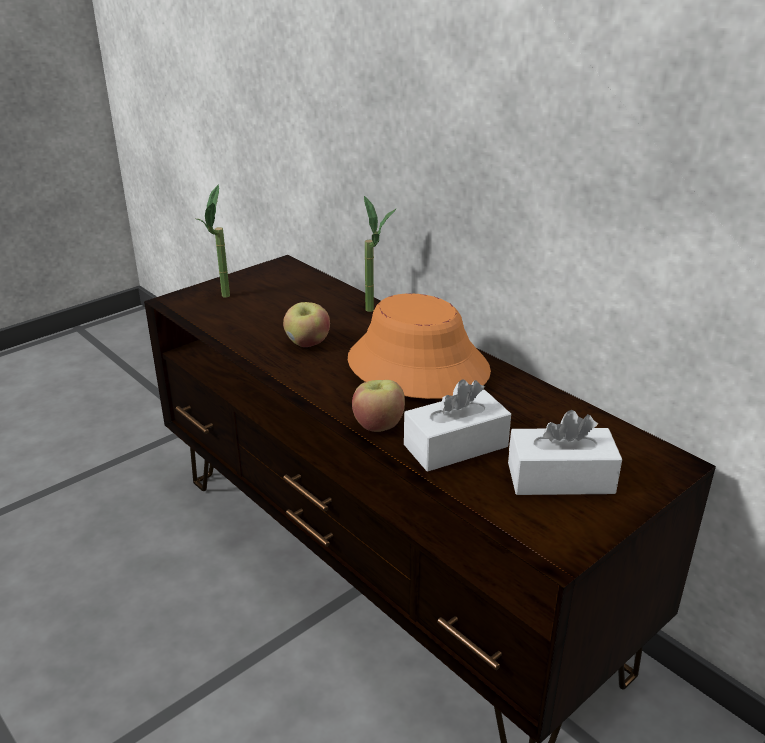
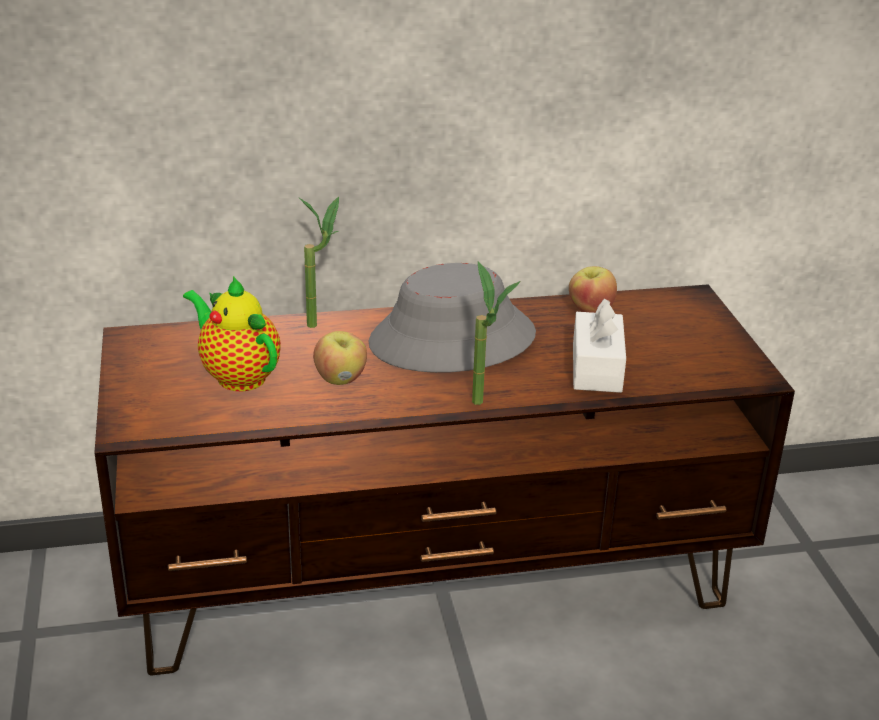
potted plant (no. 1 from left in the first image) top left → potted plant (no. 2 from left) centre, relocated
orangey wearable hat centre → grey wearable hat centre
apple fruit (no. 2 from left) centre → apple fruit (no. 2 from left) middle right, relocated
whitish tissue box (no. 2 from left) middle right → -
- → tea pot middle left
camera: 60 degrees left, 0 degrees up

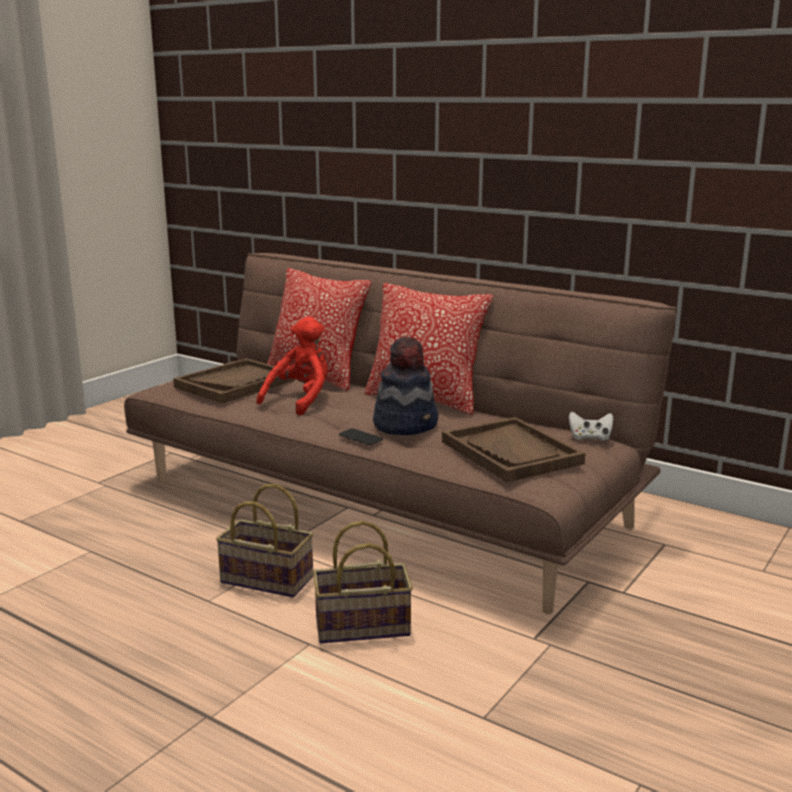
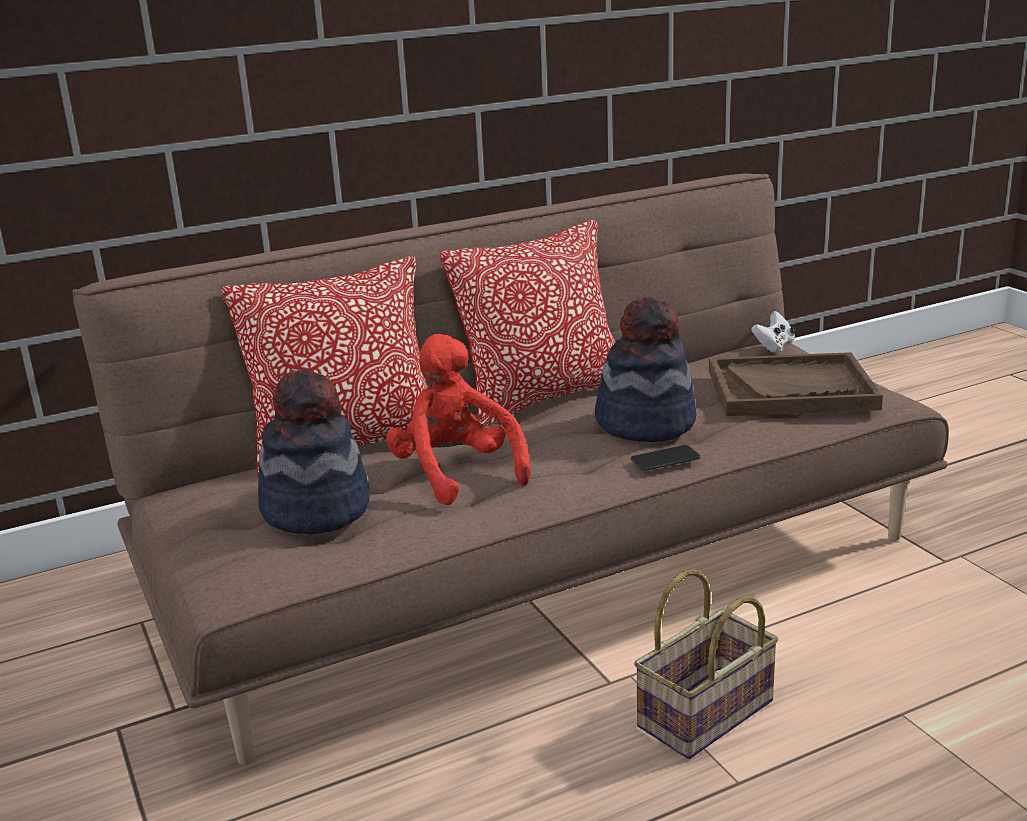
brown carrying tray (no. 1 from left) middle left → wearable hat (no. 1 from left) middle left
storage basket (no. 2 from left) bottom centre → -
camera: 60 degrees left, 5 degrees up

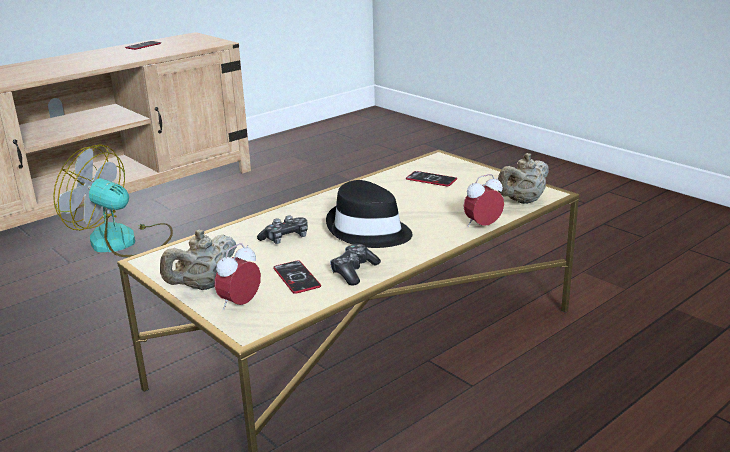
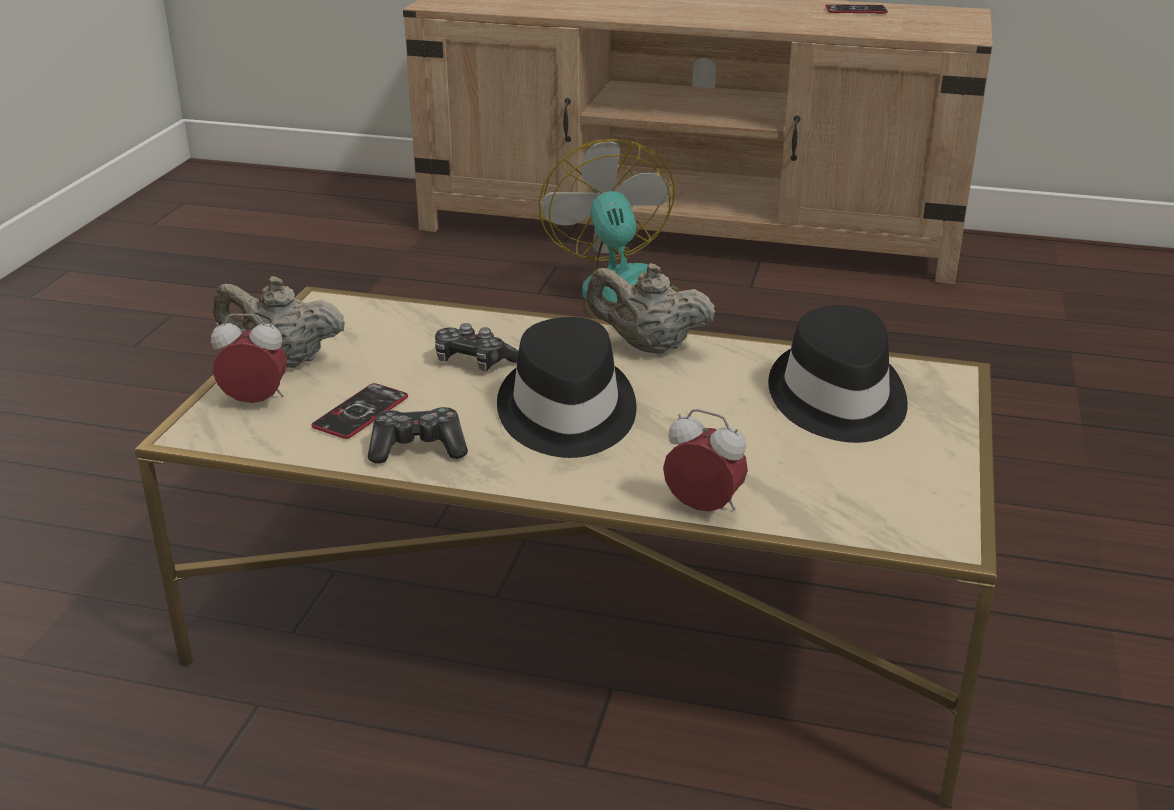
beige tea pot (no. 2 from left) middle right → beige tea pot (no. 2 from left) centre, relocated
handset (no. 3 from left) centre → black wearable hat (no. 2 from left) middle right
camera: 55 degrees right, 5 degrees up

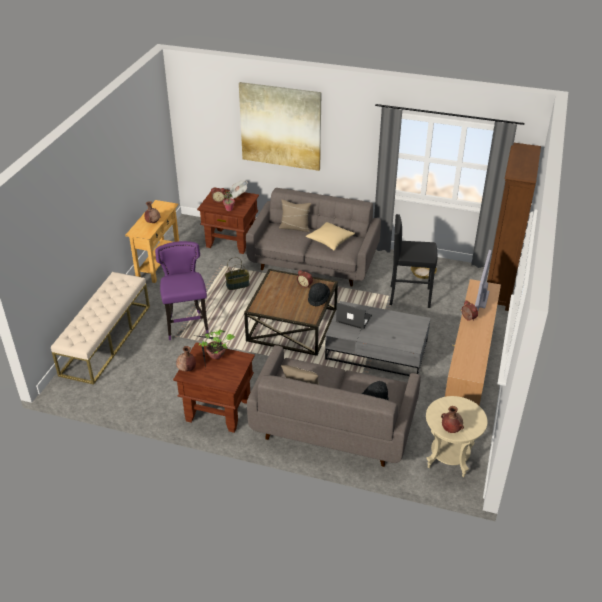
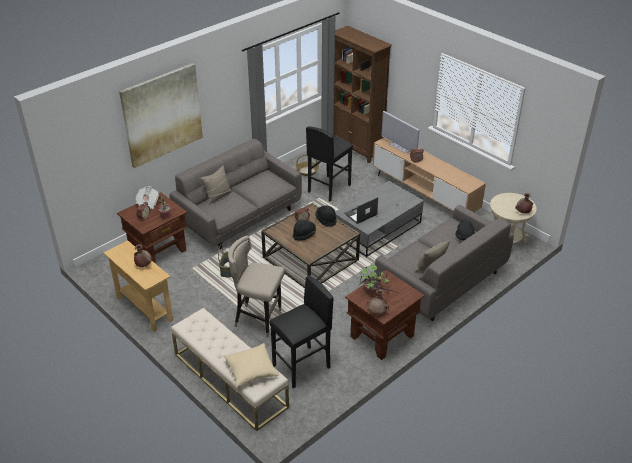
beige throw pillow (no. 3 from left in the first image) centre → beige throw pillow (no. 2 from left) bottom centre, relocated
purplish stool middle left → beige stool centre
- → black wearable hat (no. 1 from left) centre
- → black stool (no. 1 from left) bottom centre
camera: 60 degrees left, 0 degrees up

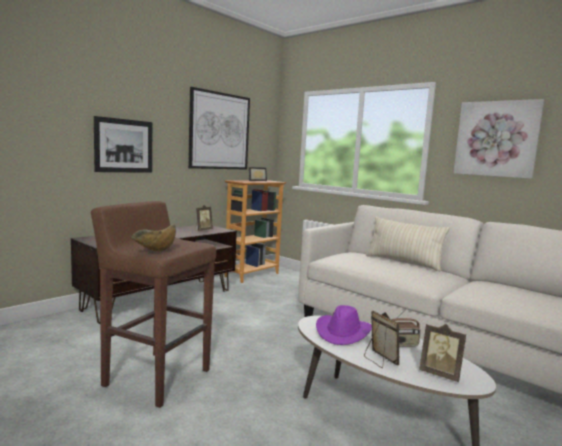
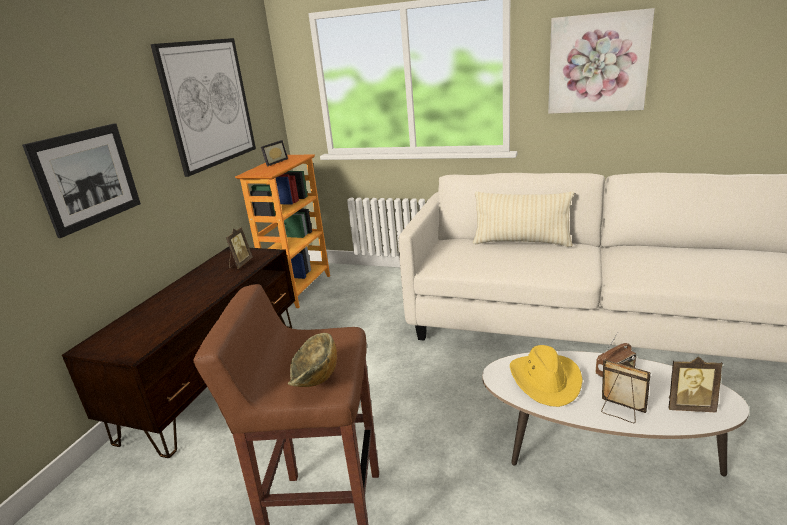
purplish wearable hat bottom centre → yellowish wearable hat bottom right
camera: 20 degrees left, 15 degrees up

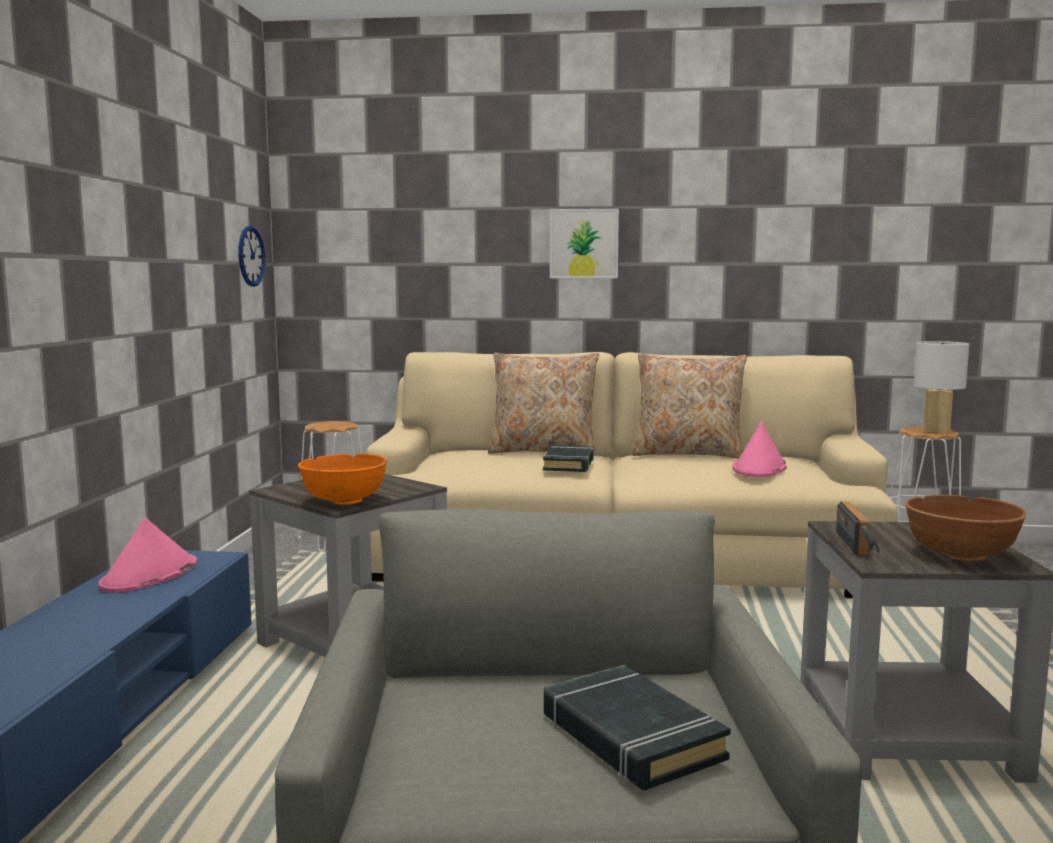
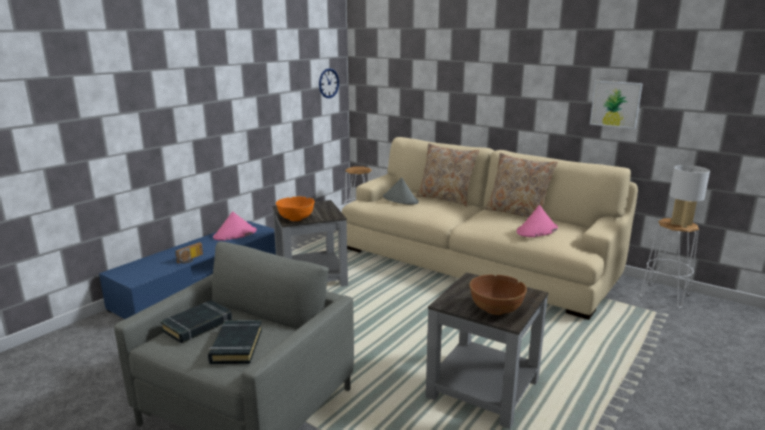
wall art top centre → wall art top right, relocated
black volume (no. 1 from left) centre → black volume (no. 1 from left) bottom left, relocated
radio middle right → radio middle left, relocated
- → grey wearable hat centre
camera: 30 degrees right, 10 degrees up

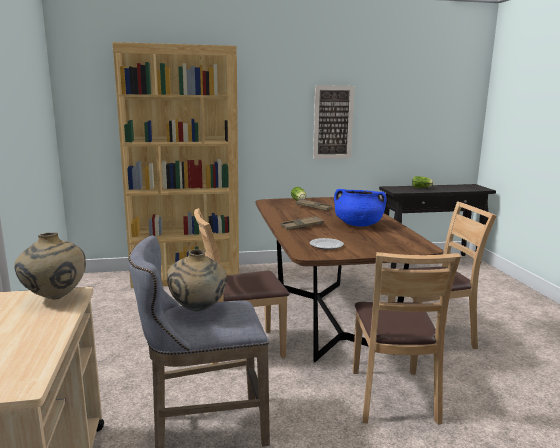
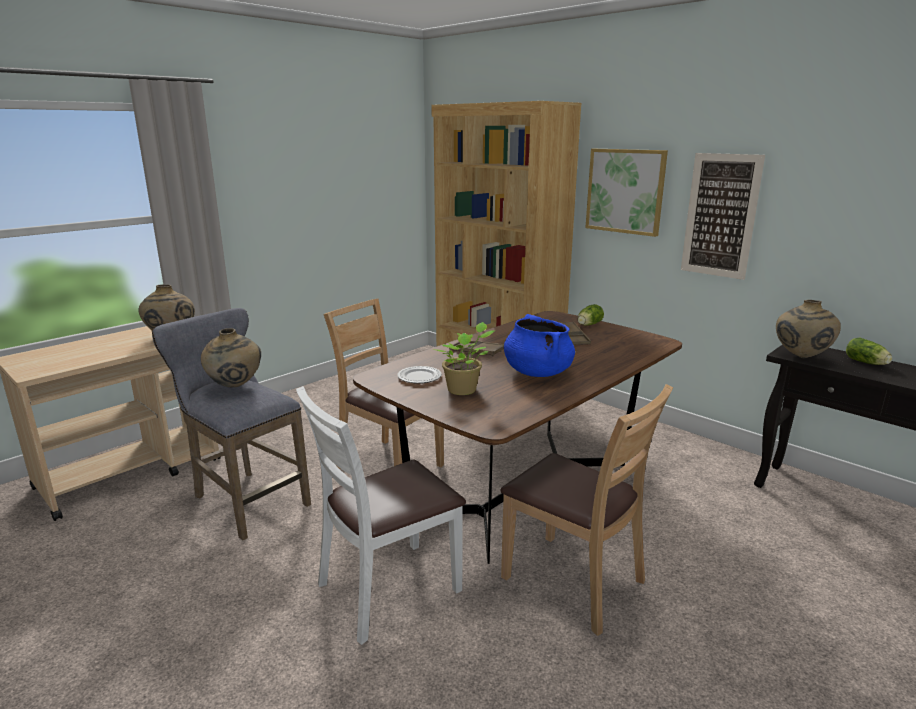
brown chair (no. 2 from left) bottom right → whitish chair bottom centre
- → wall art (no. 1 from left) top right
- → beige vase (no. 3 from left) middle right
- → potted plant centre
camera: 55 degrees right, 5 degrees up

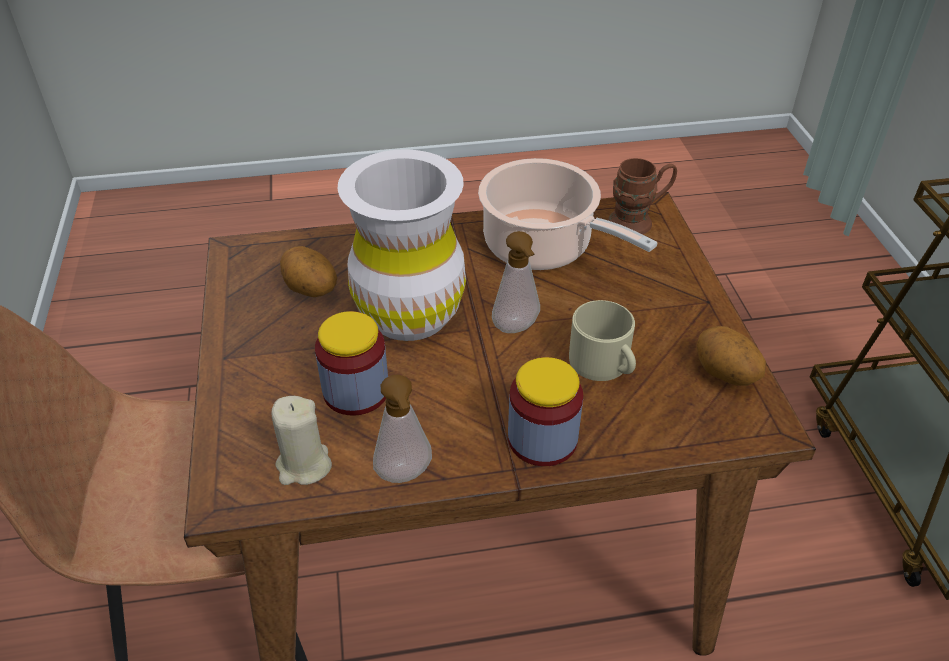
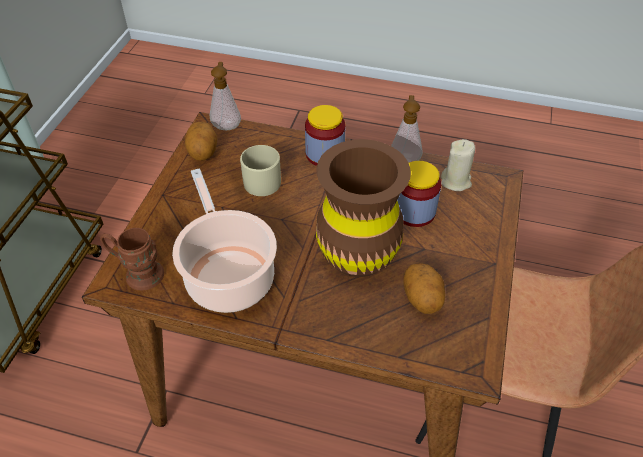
whitish vase centre → brown vase centre
soap bottle (no. 2 from left in the first image) centre → soap bottle (no. 1 from left) top centre, relocated
camera: 155 degrees left, 5 degrees up

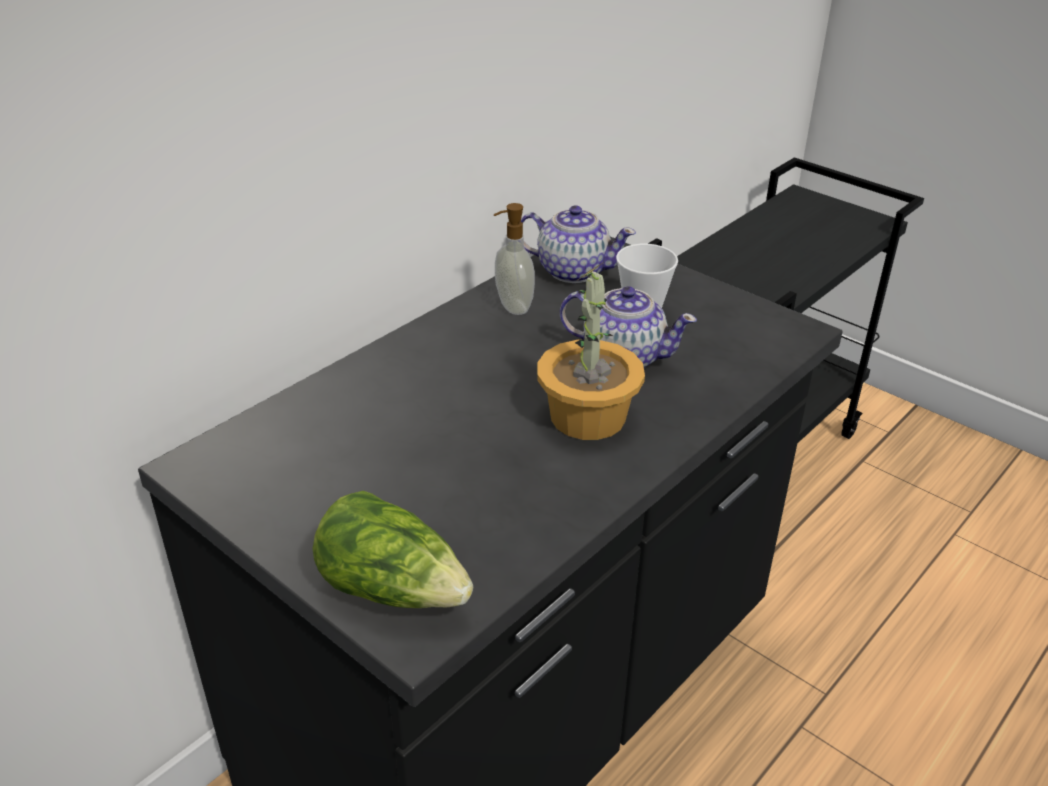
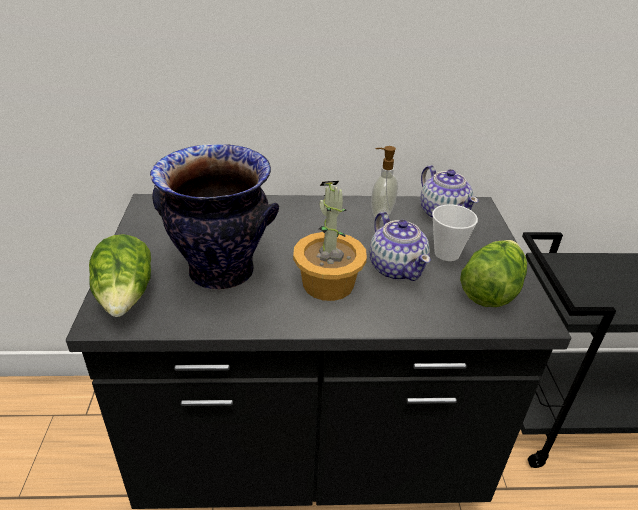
- → vase centre
- → lettuce head (no. 2 from left) middle right
camera: 45 degrees right, 0 degrees up

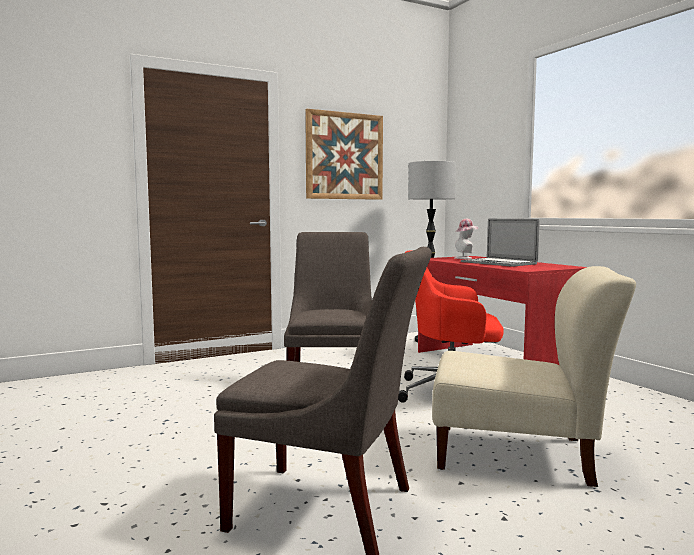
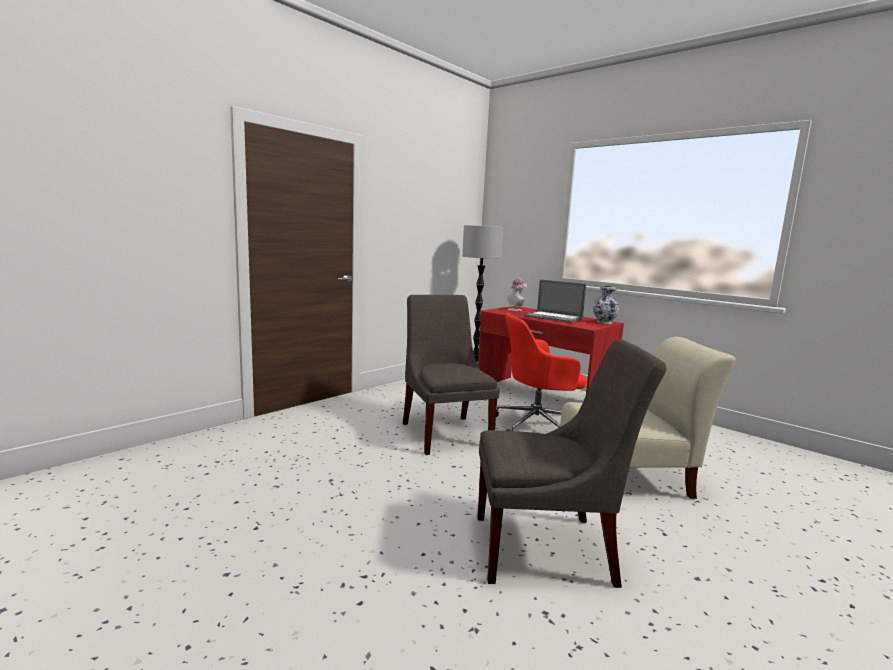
wall art top centre → -
- → vase middle right
camera: 20 degrees left, 5 degrees up

